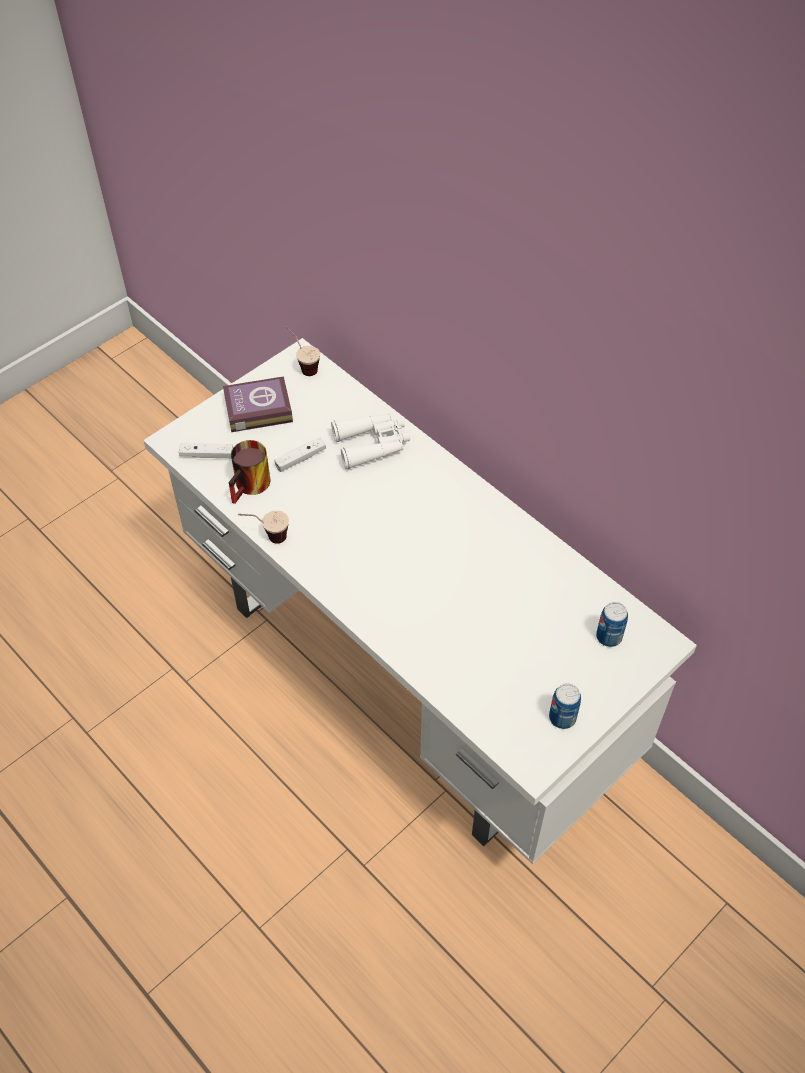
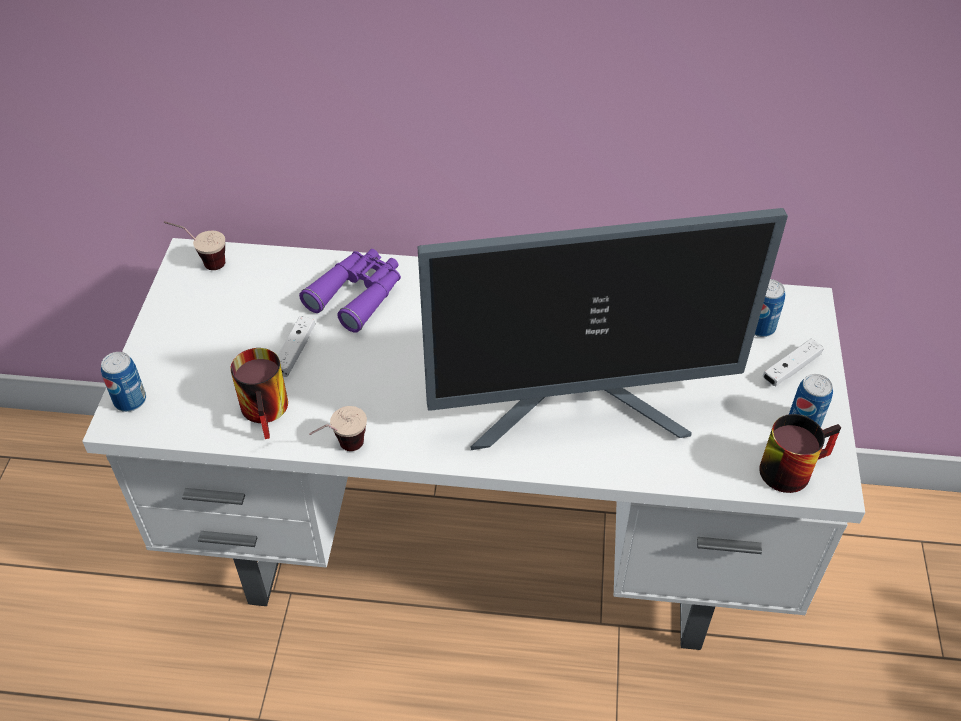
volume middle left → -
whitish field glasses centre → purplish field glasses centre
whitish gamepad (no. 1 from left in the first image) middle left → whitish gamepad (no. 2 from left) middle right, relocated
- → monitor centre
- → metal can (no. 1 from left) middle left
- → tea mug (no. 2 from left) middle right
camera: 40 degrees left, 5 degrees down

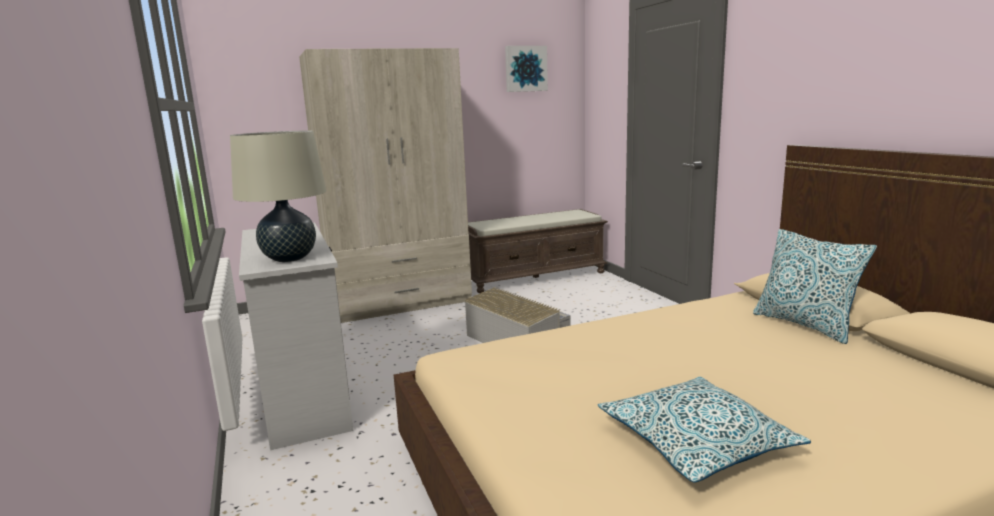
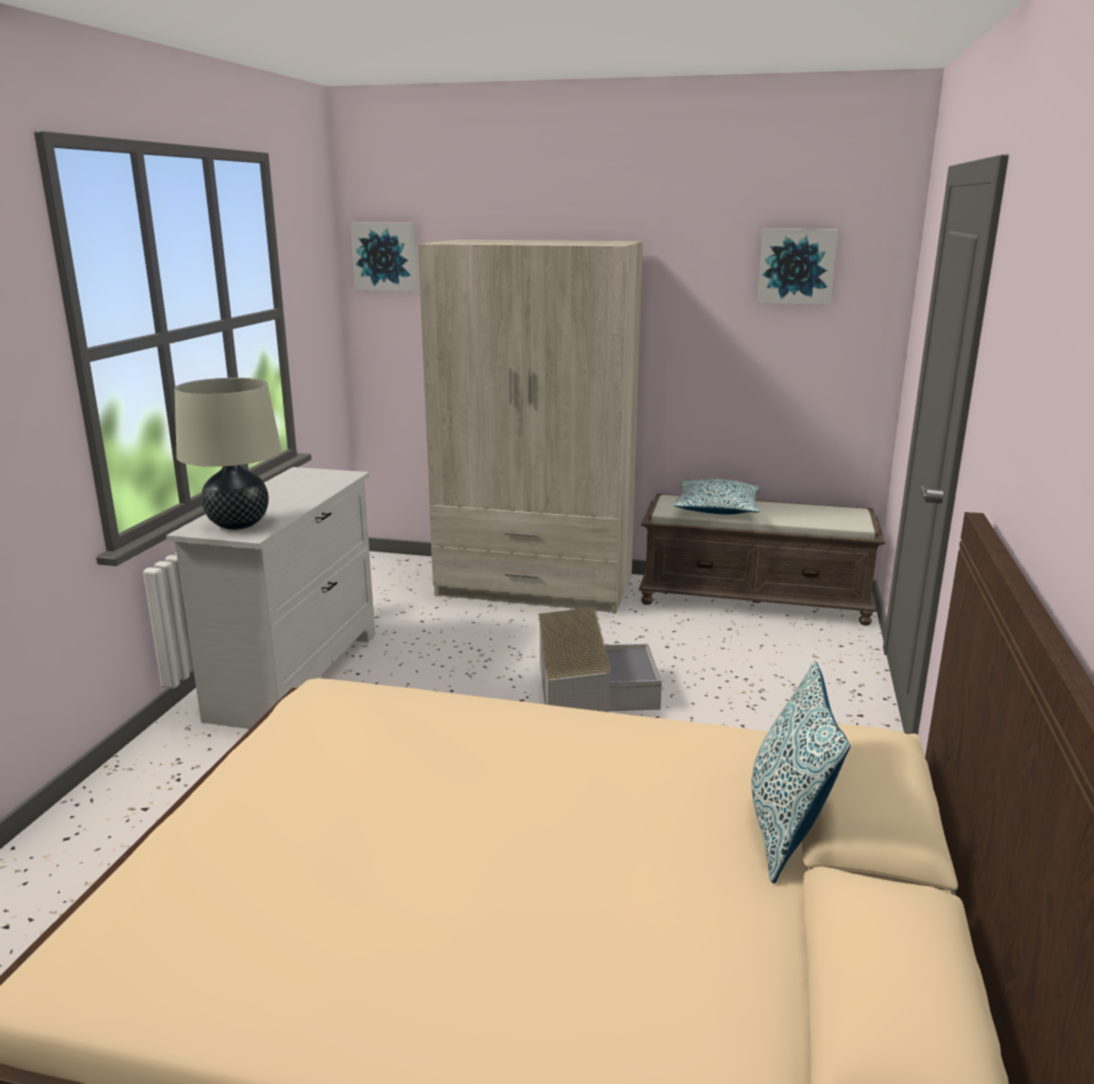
throw pillow (no. 1 from left) bottom right → throw pillow (no. 1 from left) centre, relocated
- → wall art (no. 1 from left) top centre
camera: 35 degrees right, 5 degrees up

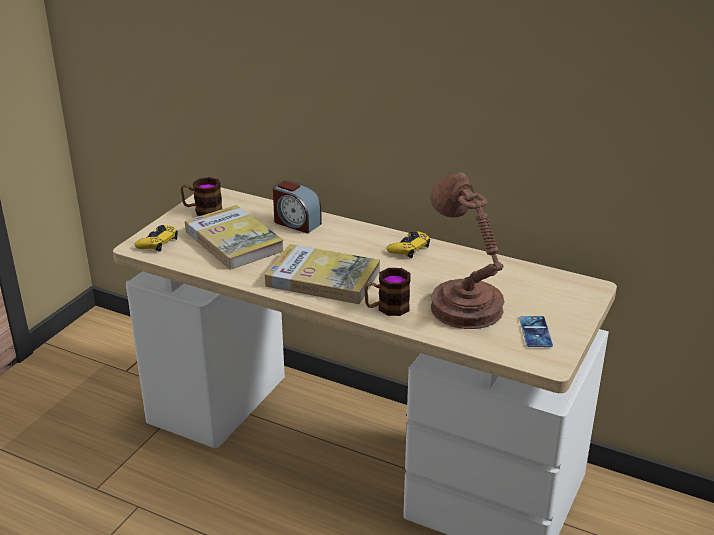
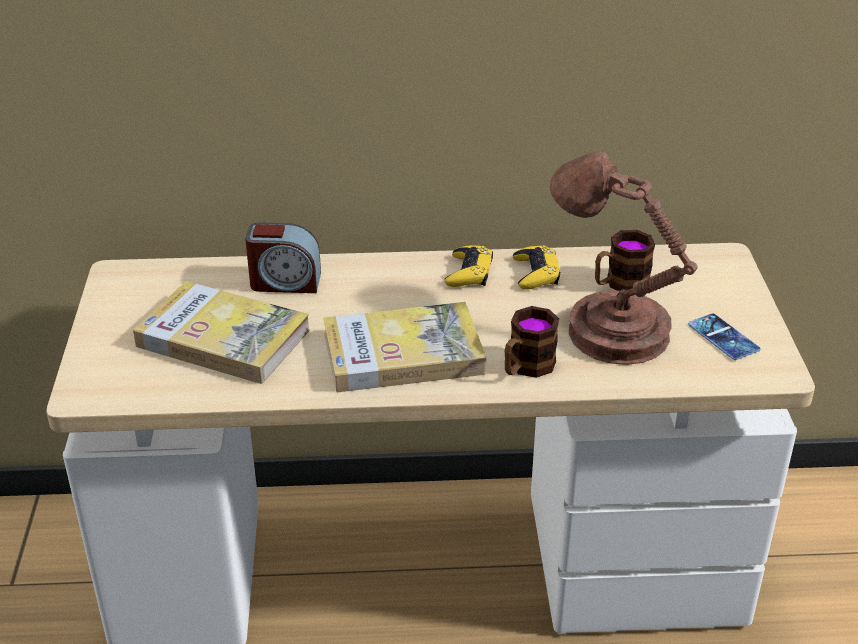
tea mug (no. 1 from left in the first image) middle left → tea mug (no. 2 from left) middle right, relocated
yellowish gamepad (no. 1 from left in the first image) middle left → yellowish gamepad (no. 2 from left) centre, relocated
camera: 30 degrees left, 5 degrees up

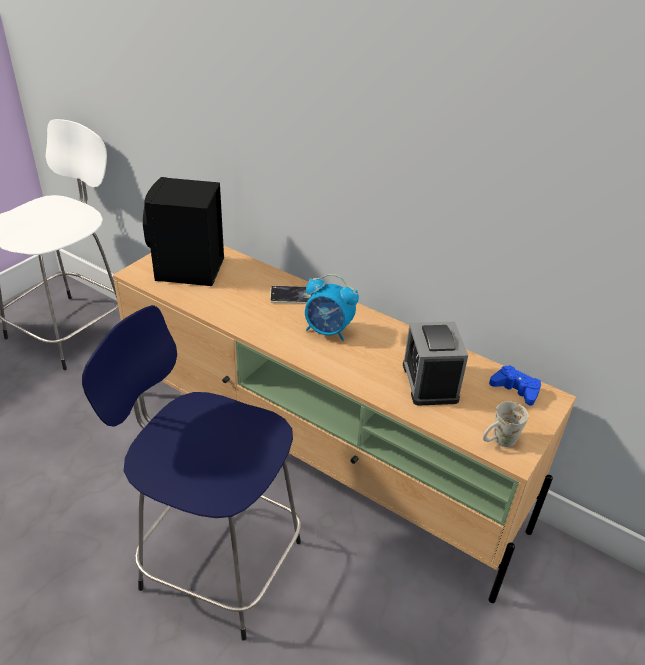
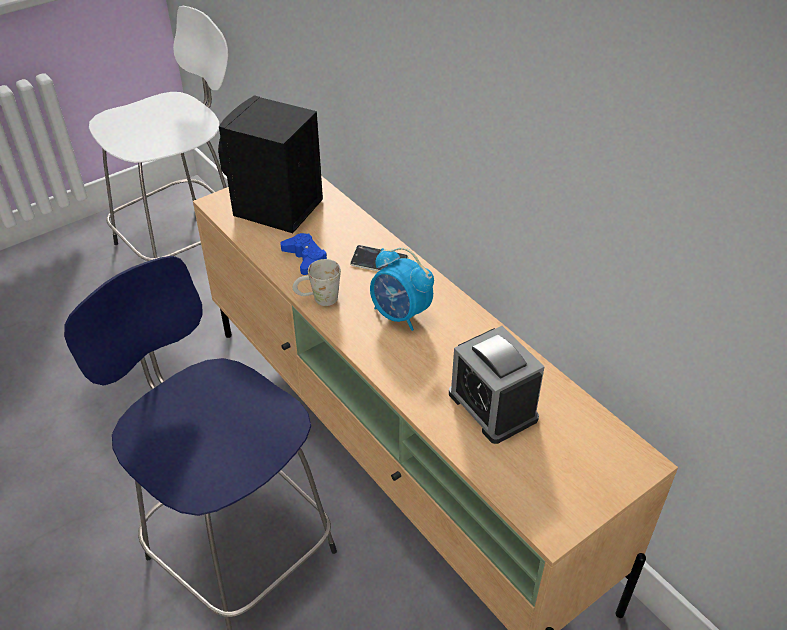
alarm clock (no. 2 from left) middle right → alarm clock (no. 2 from left) centre, 45 degrees counterclockwise
blue-coloured gamepad middle right → blue-coloured gamepad centre, relocated
whitish tea mug middle right → whitish tea mug centre, relocated
camera: 20 degrees right, 5 degrees up

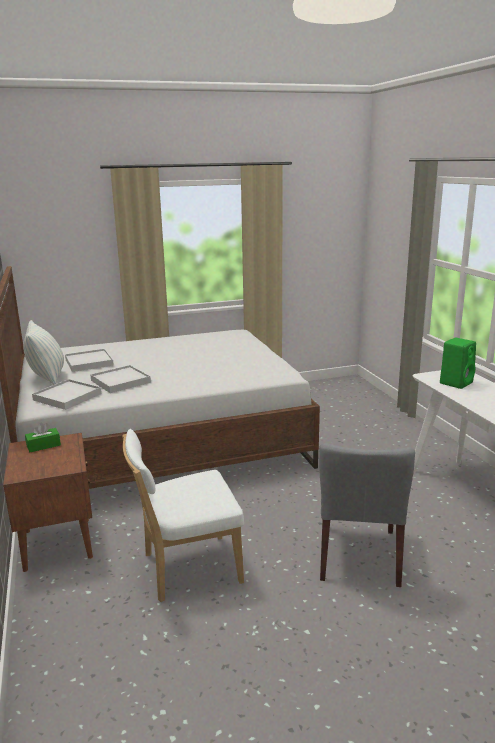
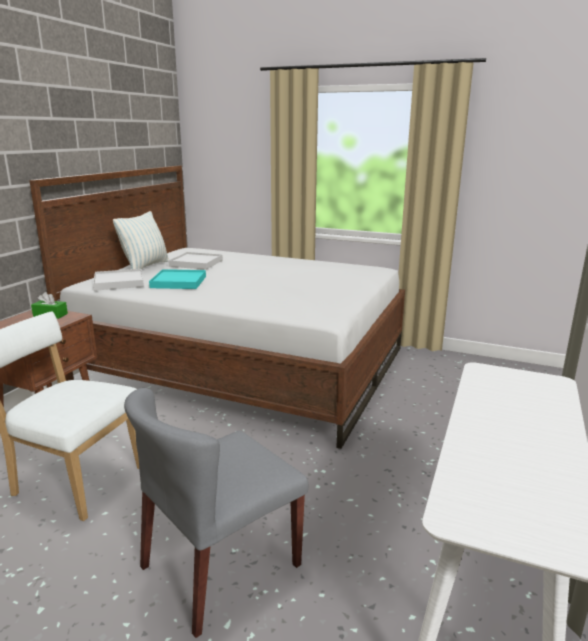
green speaker middle right → -
whitish carrying tray (no. 3 from left) middle left → turquoise carrying tray middle left
camera: 40 degrees right, 0 degrees up

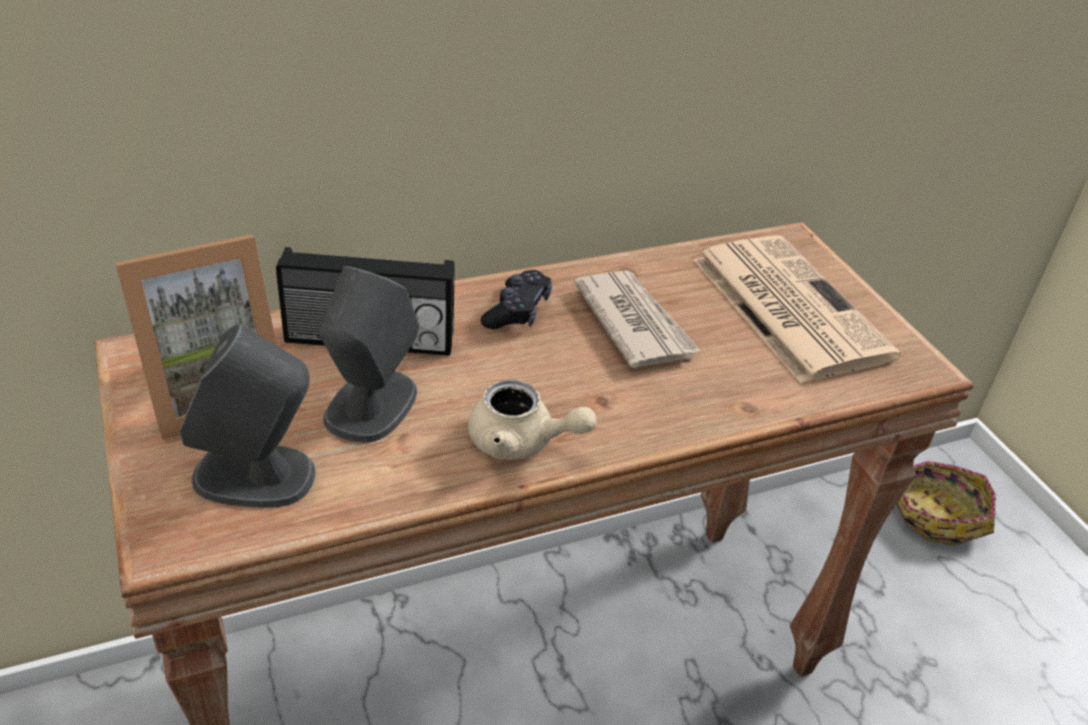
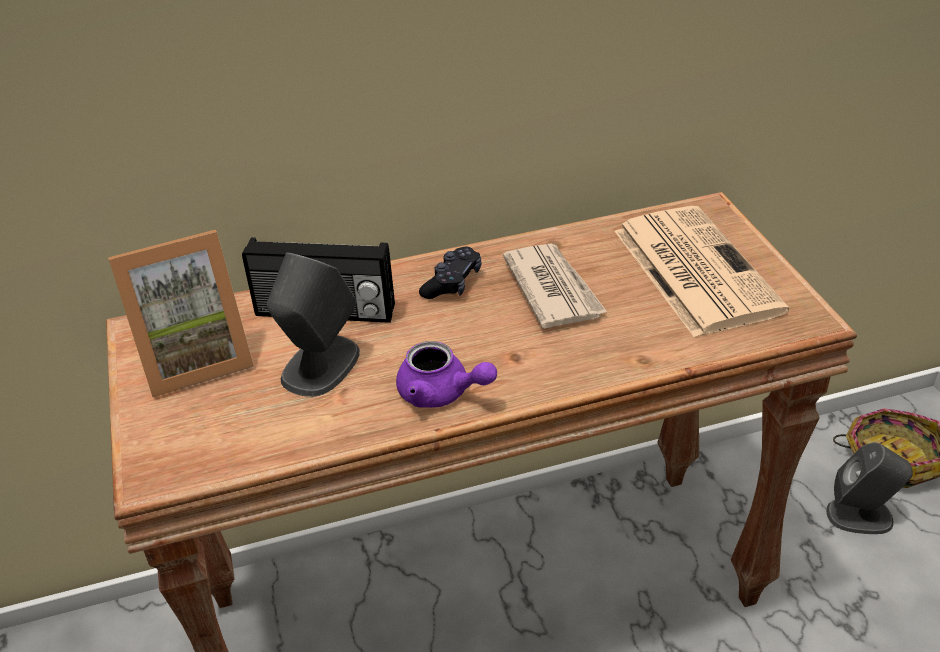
grey speaker (no. 1 from left in the first image) middle left → grey speaker (no. 2 from left) bottom right, relocated
beige tea pot centre → purplish tea pot centre
camera: 10 degrees right, 0 degrees up

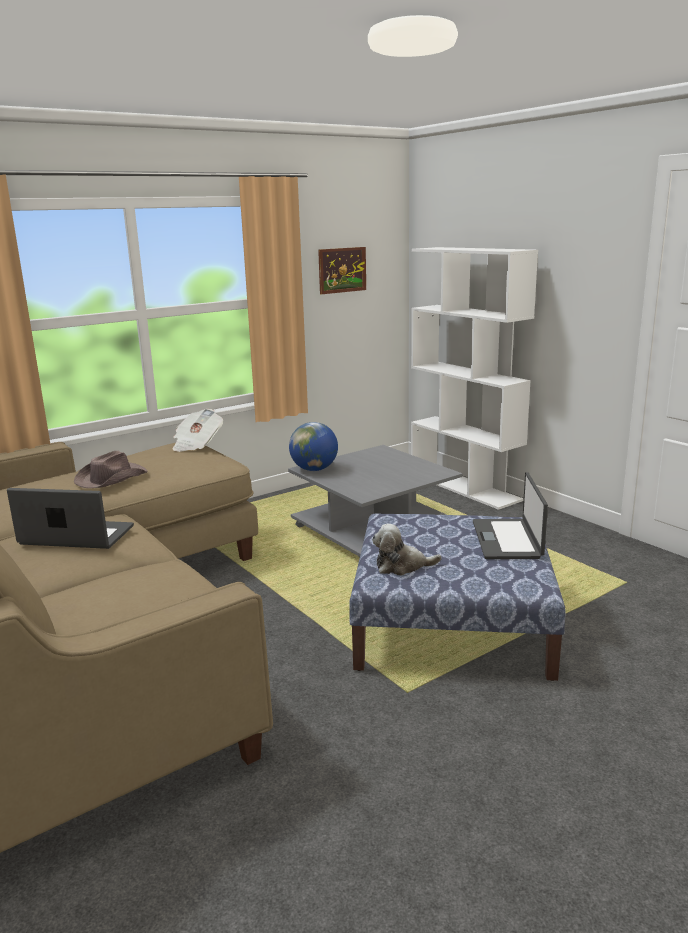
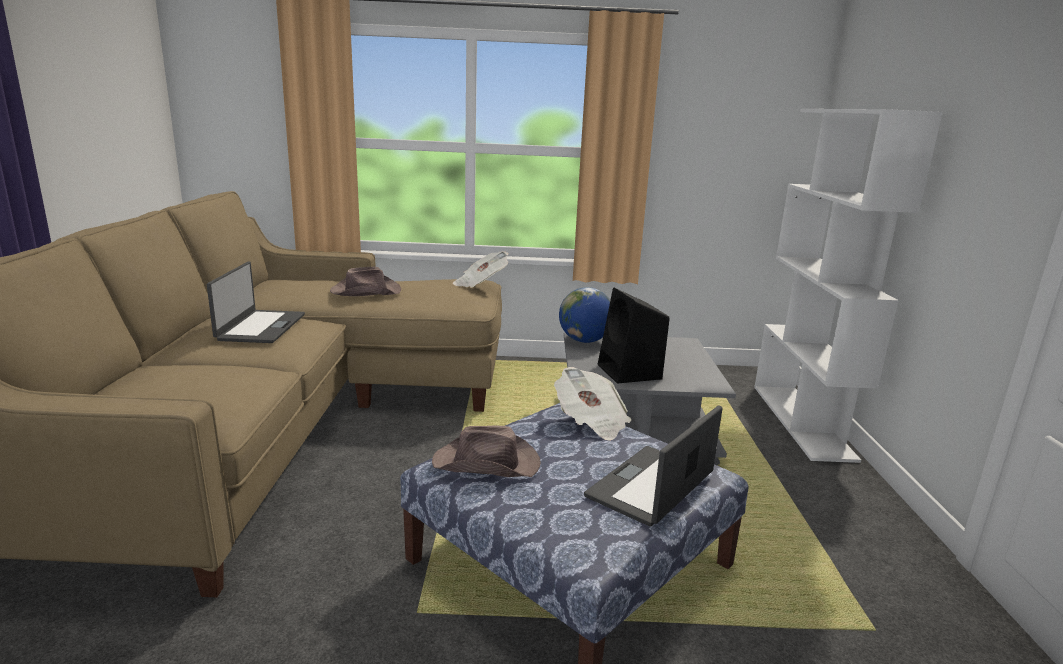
wall art top centre → -
laptop (no. 1 from left) middle left, 45 degrees clockwise
cuddly toy centre → brown wearable hat (no. 2 from left) bottom centre
- → black speaker centre
- → daily paper (no. 2 from left) centre
camera: 35 degrees right, 0 degrees up

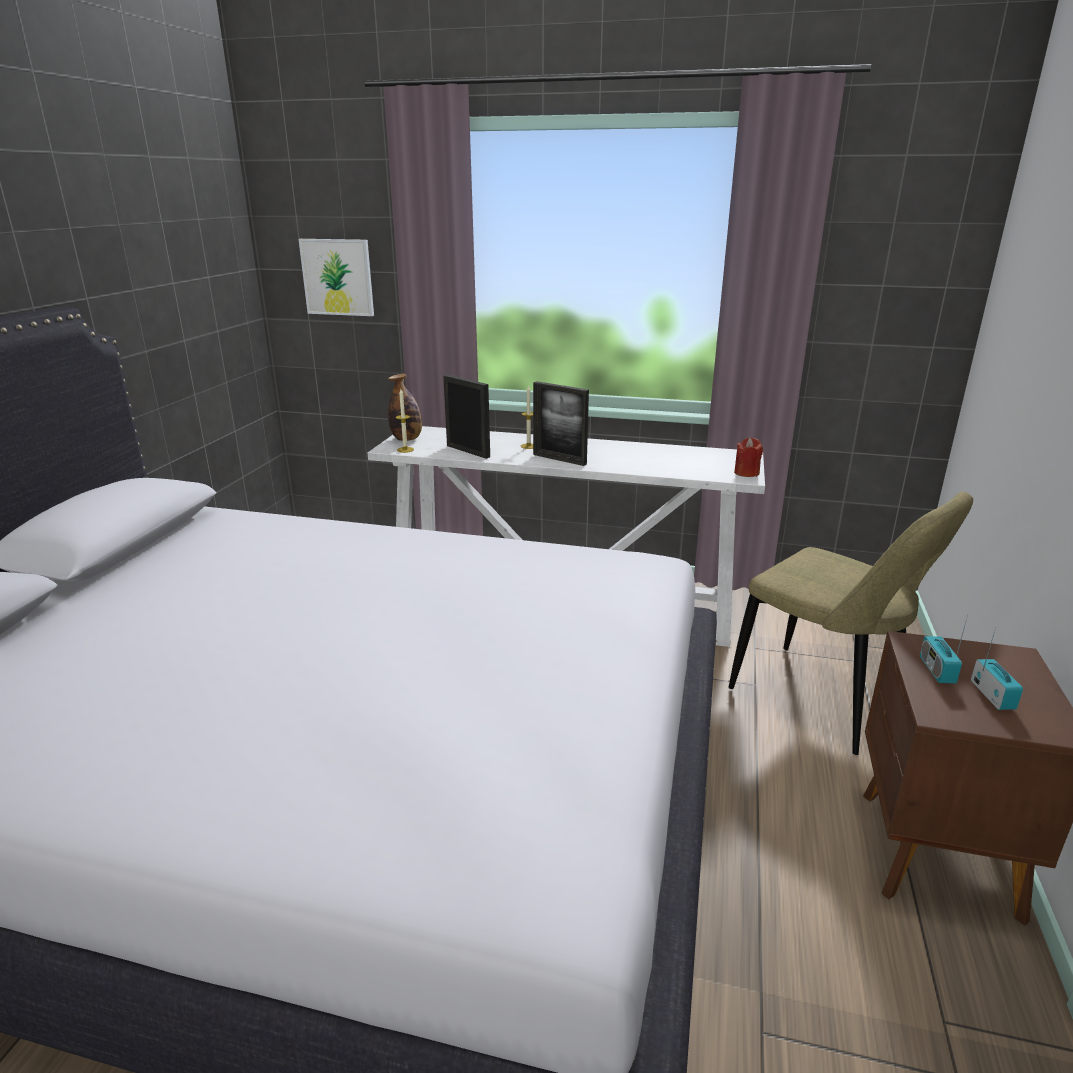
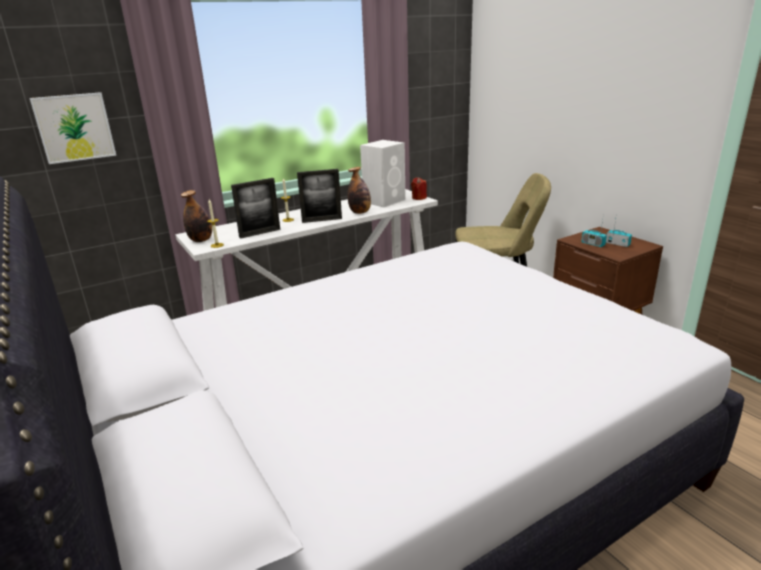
photo frame (no. 1 from left) centre, 150 degrees clockwise
- → whitish speaker top centre
- → beverage bottle (no. 2 from left) centre
camera: 45 degrees left, 0 degrees up

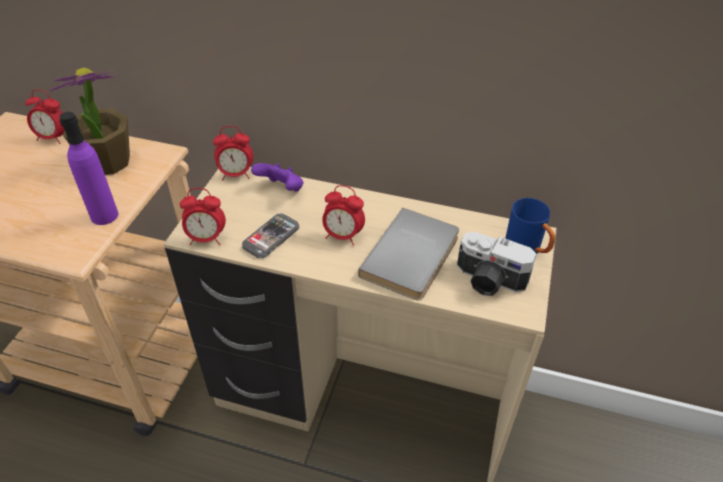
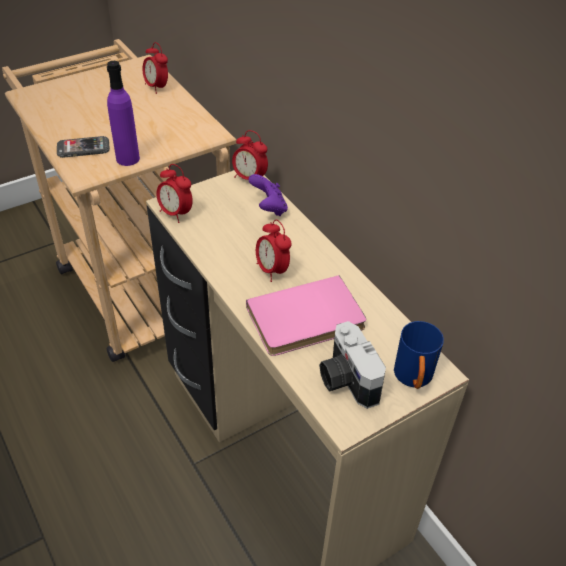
potted plant top left → -
grey volume centre → pinkish volume centre
handset centre → handset top left, relocated
camera: 40 degrees right, 0 degrees up

